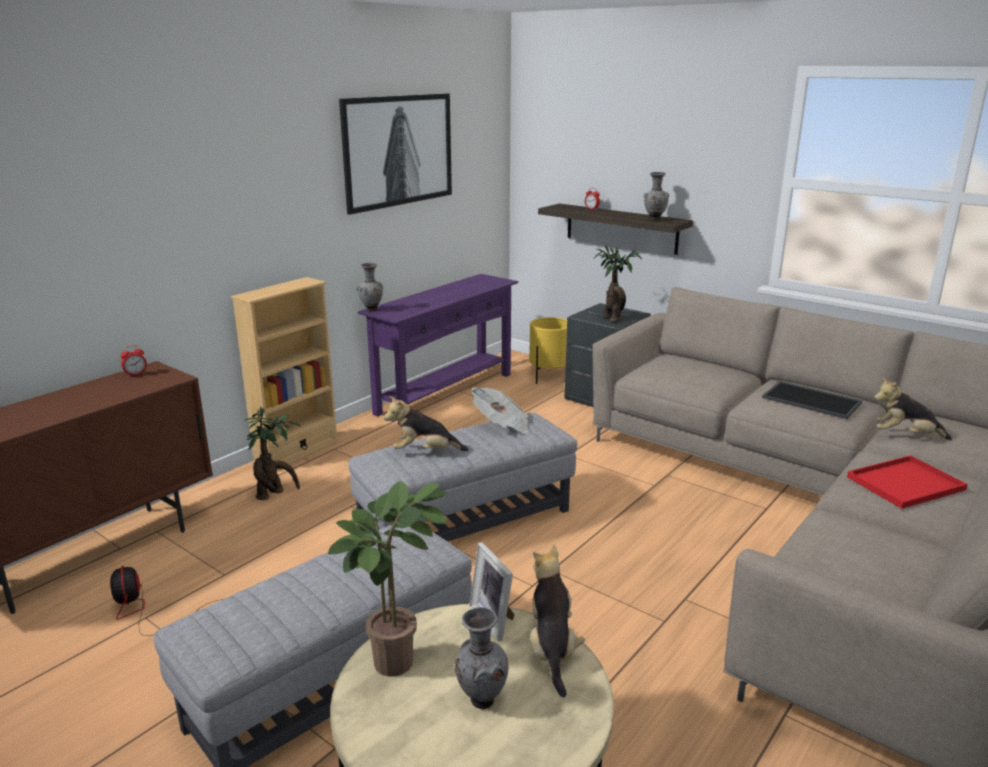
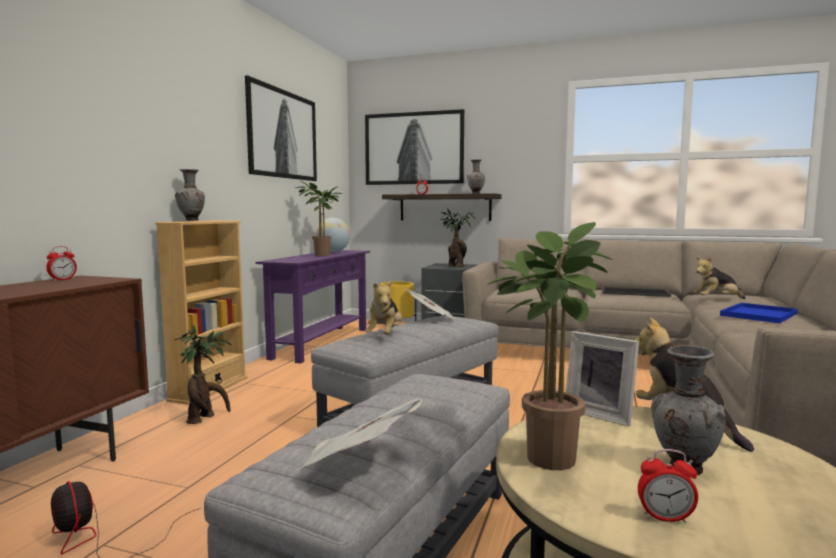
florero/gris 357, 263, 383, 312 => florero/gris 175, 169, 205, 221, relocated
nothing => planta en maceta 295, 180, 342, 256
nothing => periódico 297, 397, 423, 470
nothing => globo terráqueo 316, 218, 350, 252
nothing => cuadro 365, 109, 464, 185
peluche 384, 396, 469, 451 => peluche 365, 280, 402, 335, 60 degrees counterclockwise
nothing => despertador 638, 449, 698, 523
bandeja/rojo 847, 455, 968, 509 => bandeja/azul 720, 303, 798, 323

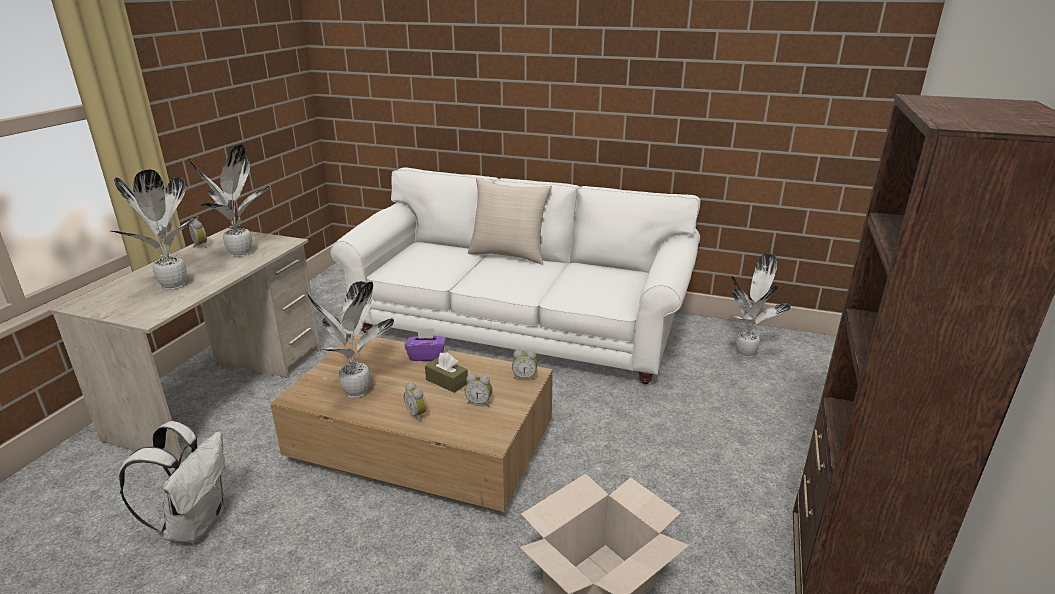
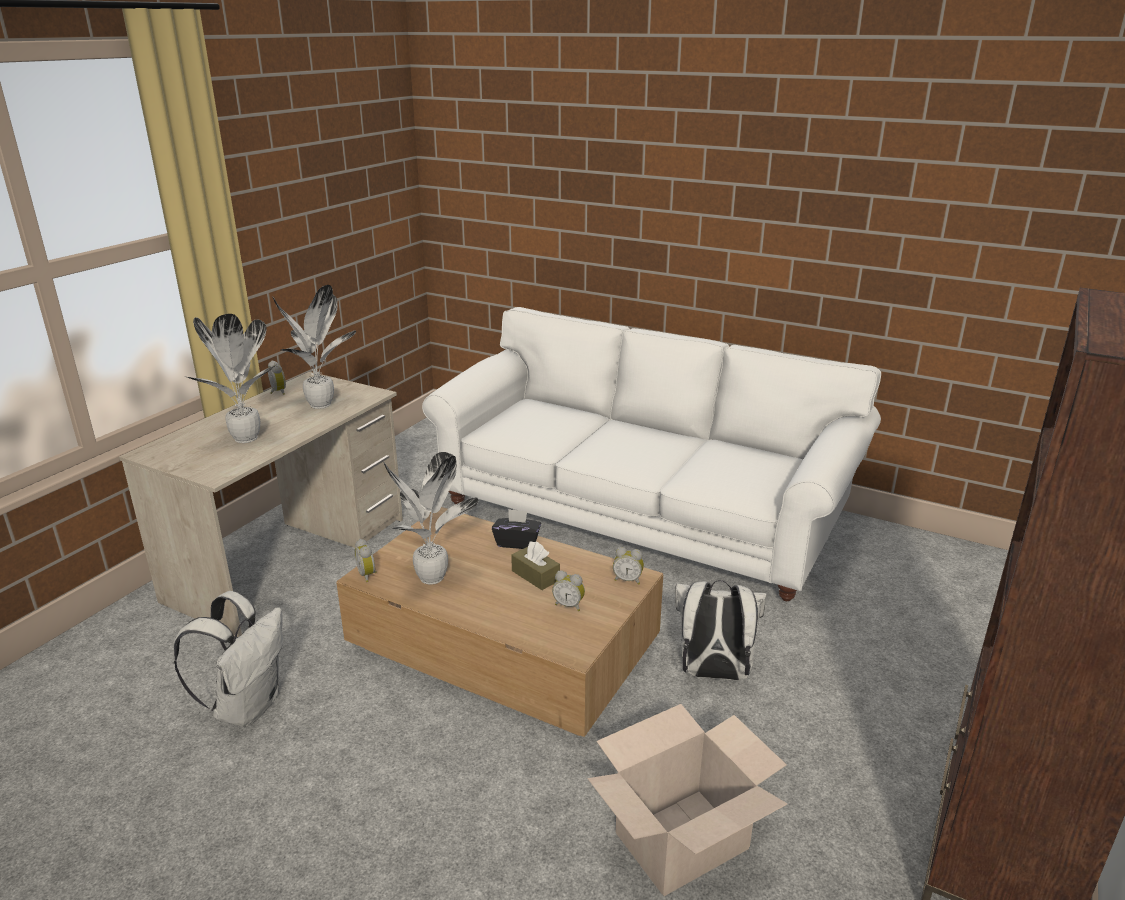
despertador 404, 382, 427, 422 => despertador 354, 539, 377, 582, relocated
caja de pañuelos/morado 405, 328, 446, 361 => caja de pañuelos/negro 492, 509, 541, 549
nothing => mochila/blanco 675, 580, 767, 680
cojín/beis 468, 177, 552, 265 => nothing
planta en maceta 732, 253, 791, 358 => nothing

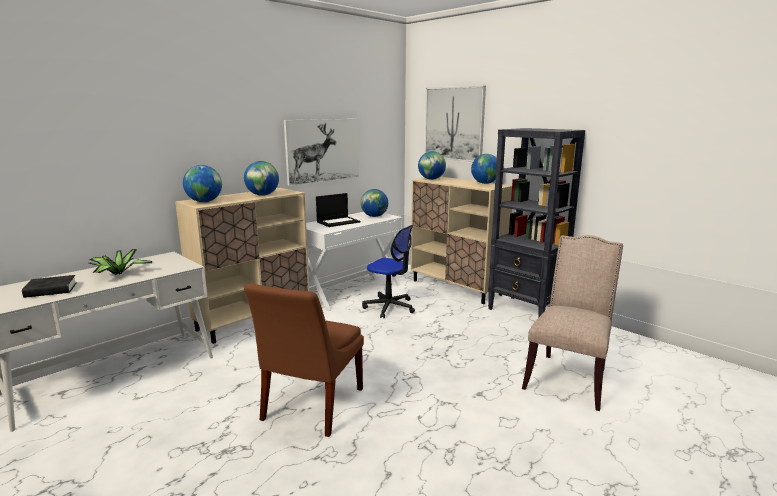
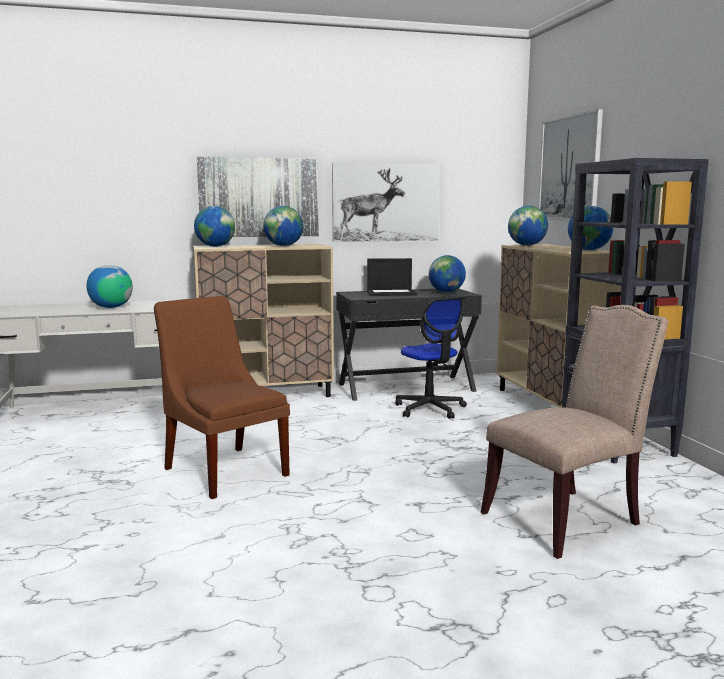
planta en maceta 88, 249, 152, 275 => globo terráqueo 86, 265, 133, 308
silla/marrón 244, 283, 364, 437 => silla/marrón 154, 296, 290, 499, 90 degrees clockwise
nothing => cuadro 197, 157, 319, 237
escritorio/blanco 306, 212, 403, 311 => escritorio/negro 336, 289, 482, 401
libro/negro 22, 275, 76, 298 => nothing

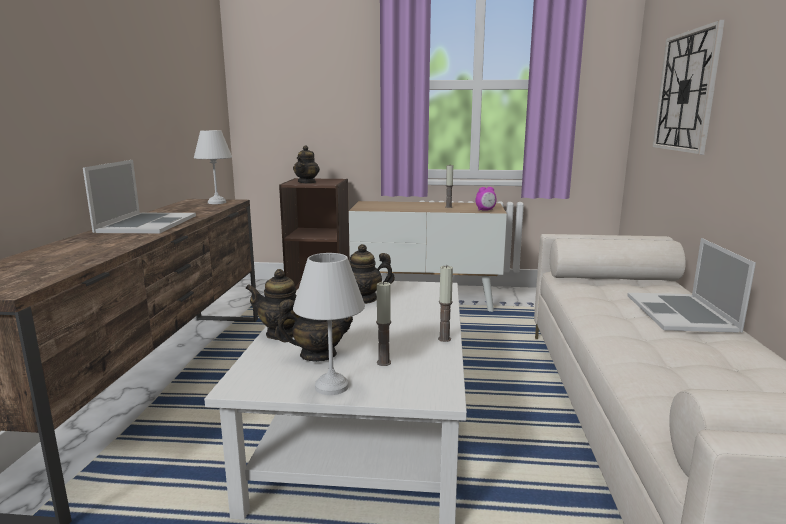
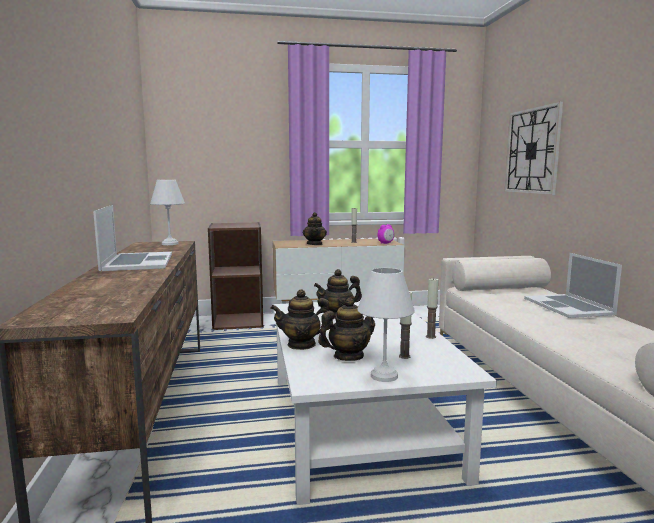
tetera 293, 145, 320, 183 => tetera 303, 212, 327, 245, relocated

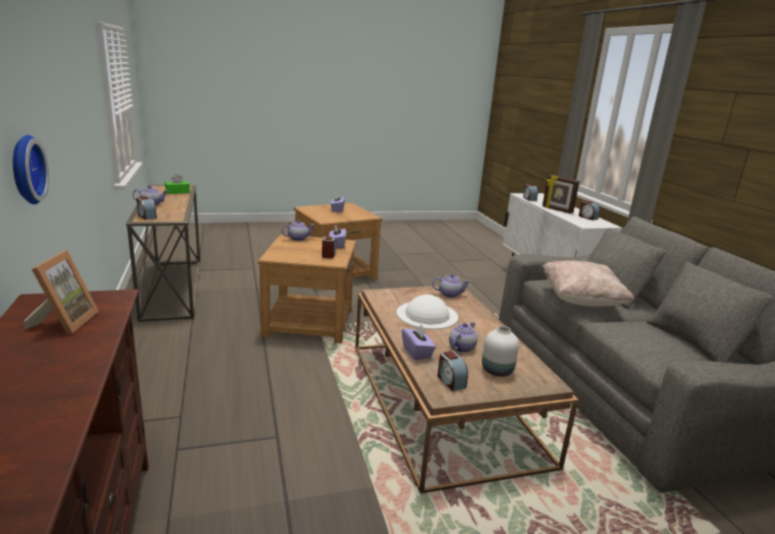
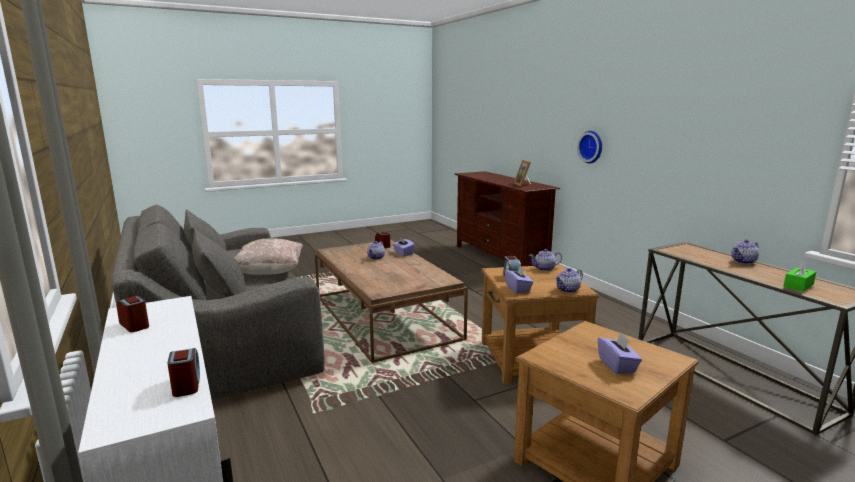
tetera 432, 274, 471, 298 => tetera 529, 249, 562, 271, relocated
despertador 136, 196, 157, 220 => nothing
sombrero/blanco 396, 294, 458, 329 => nothing
florero/blanco 482, 326, 519, 377 => nothing
portarretratos 542, 175, 579, 214 => nothing

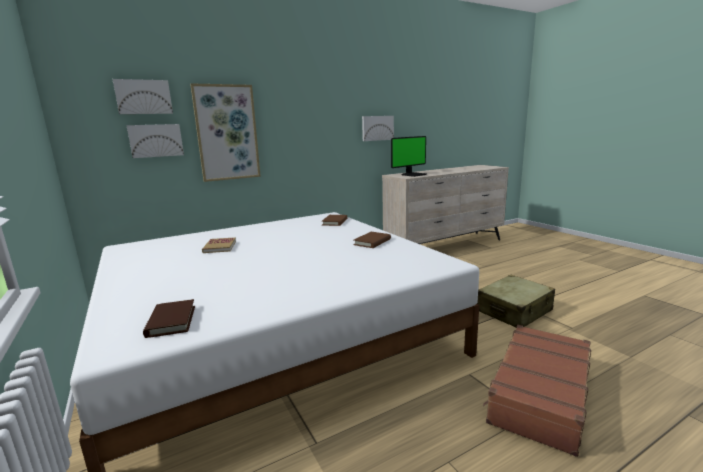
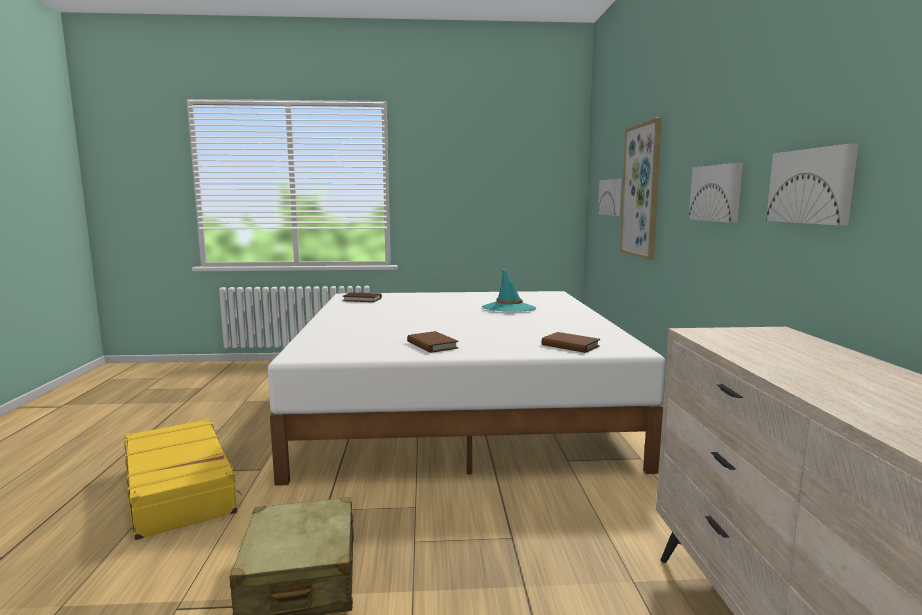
maleta/marrón 483, 325, 591, 457 => maleta/amarillo 124, 419, 242, 540
libro 202, 237, 236, 253 => sombrero/turquesa 482, 268, 536, 312
cuadro 113, 79, 173, 114 => cuadro 689, 163, 743, 223, relocated
monitor 391, 136, 426, 177 => nothing

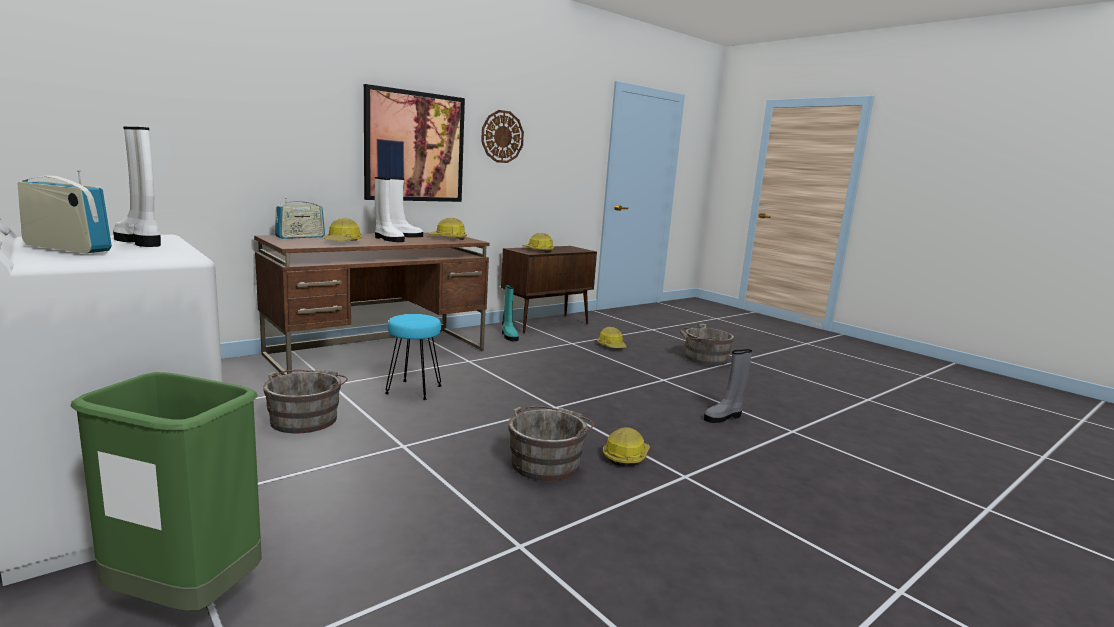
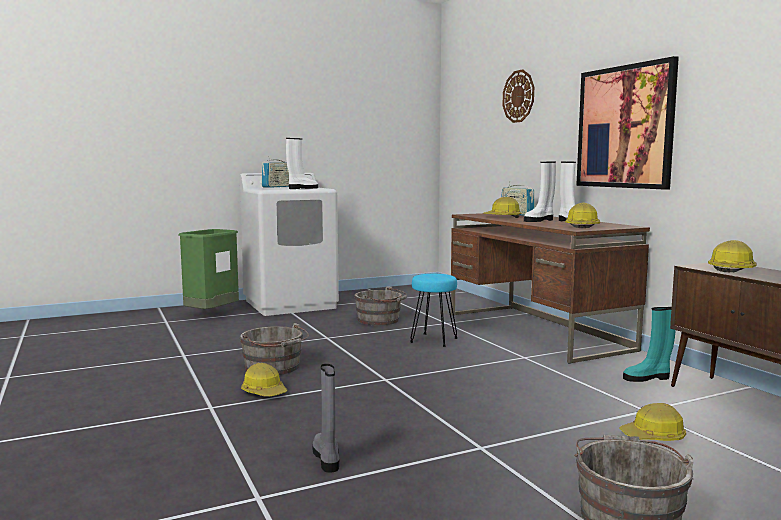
reloj de pared 481, 110, 524, 163 => reloj de pared 502, 69, 534, 123, relocated

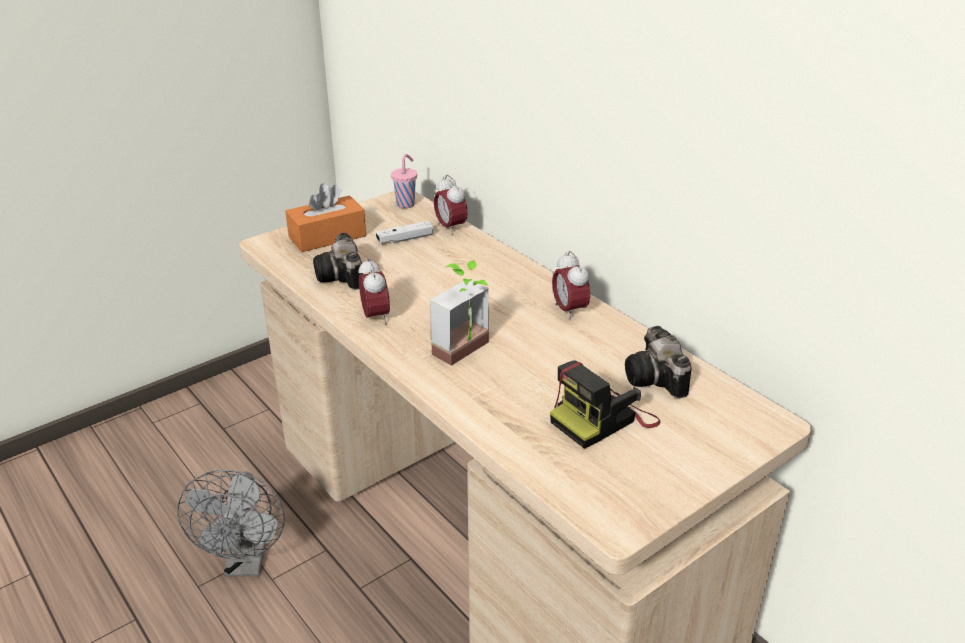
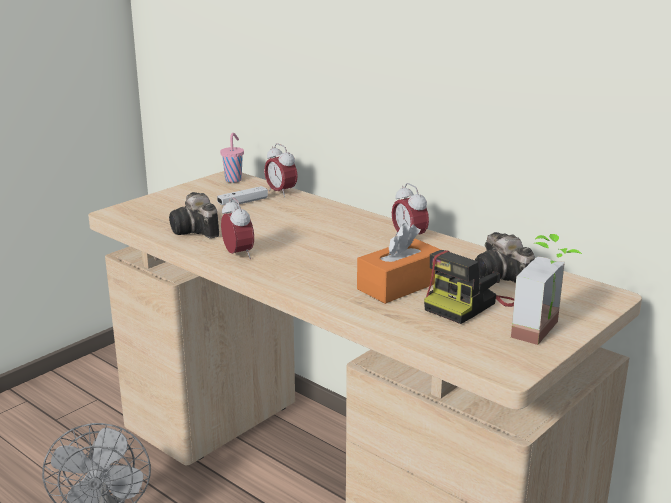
caja de pañuelos/naranja 285, 183, 366, 252 => caja de pañuelos/naranja 357, 223, 441, 304, relocated
planta en maceta 430, 261, 489, 366 => planta en maceta 511, 234, 582, 345, relocated

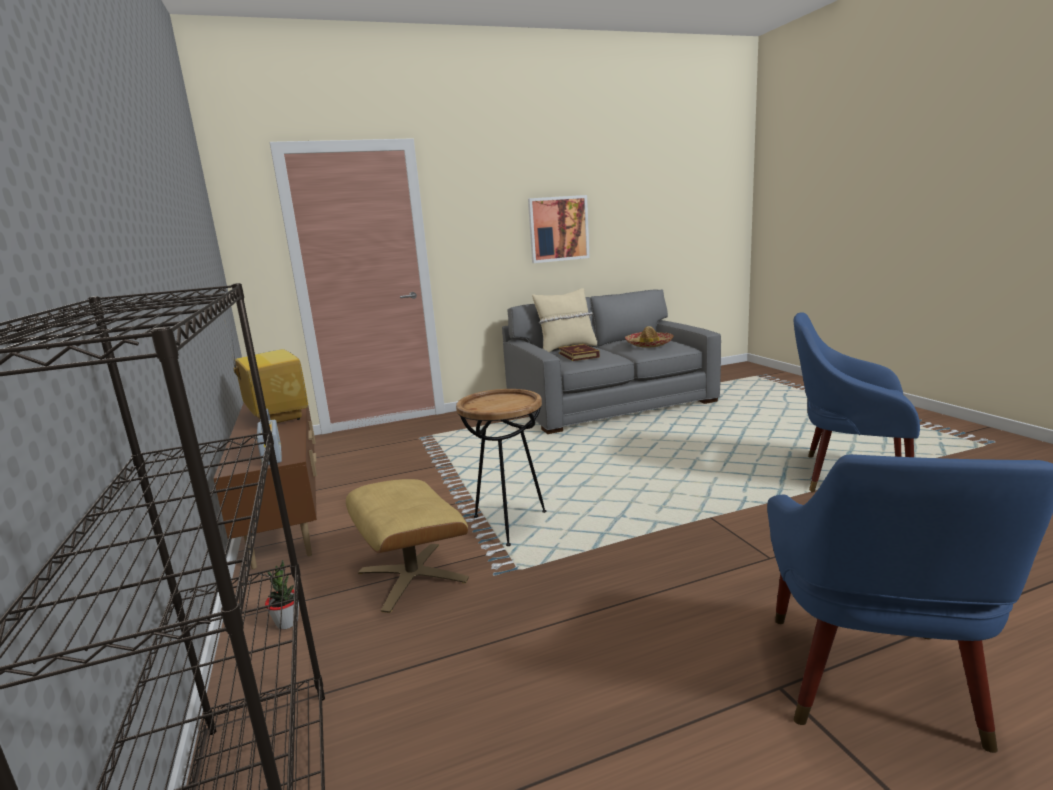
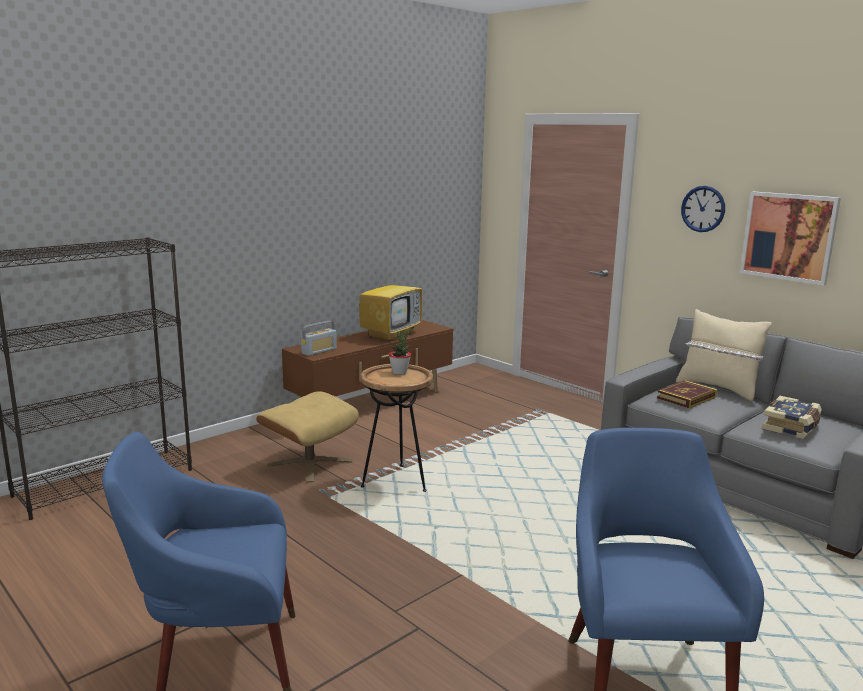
planta en maceta 265, 560, 299, 629 => planta en maceta 389, 330, 411, 375, relocated
nothing => reloj de pared 681, 186, 725, 232
sombrero 625, 326, 674, 348 => libro 762, 396, 822, 439

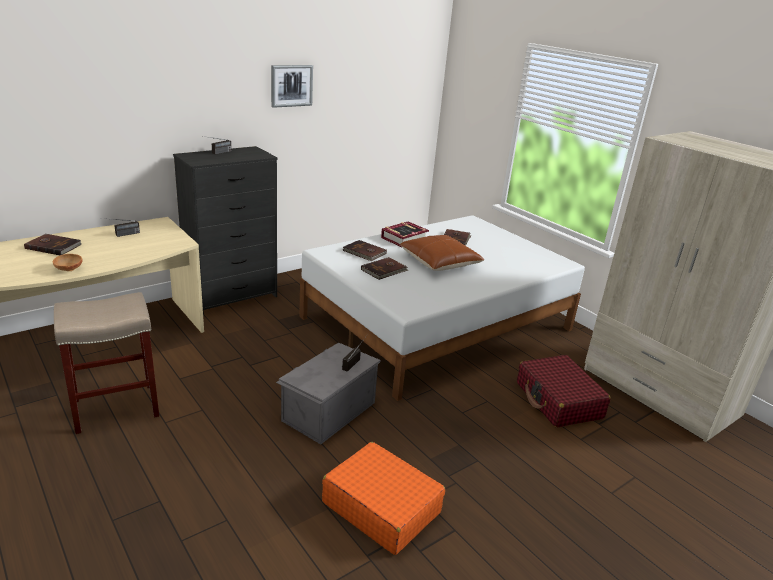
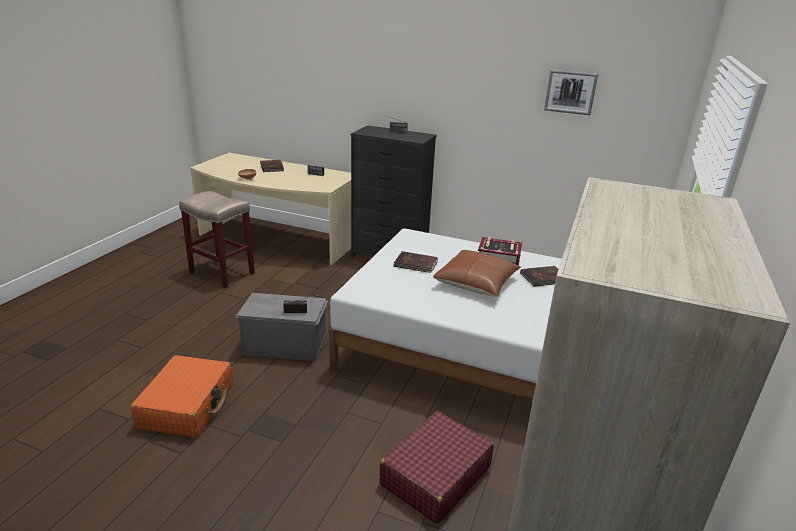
cuadro 271, 65, 313, 108 => cuadro 544, 70, 598, 115, relocated
libro/marrón 342, 240, 387, 261 => nothing

